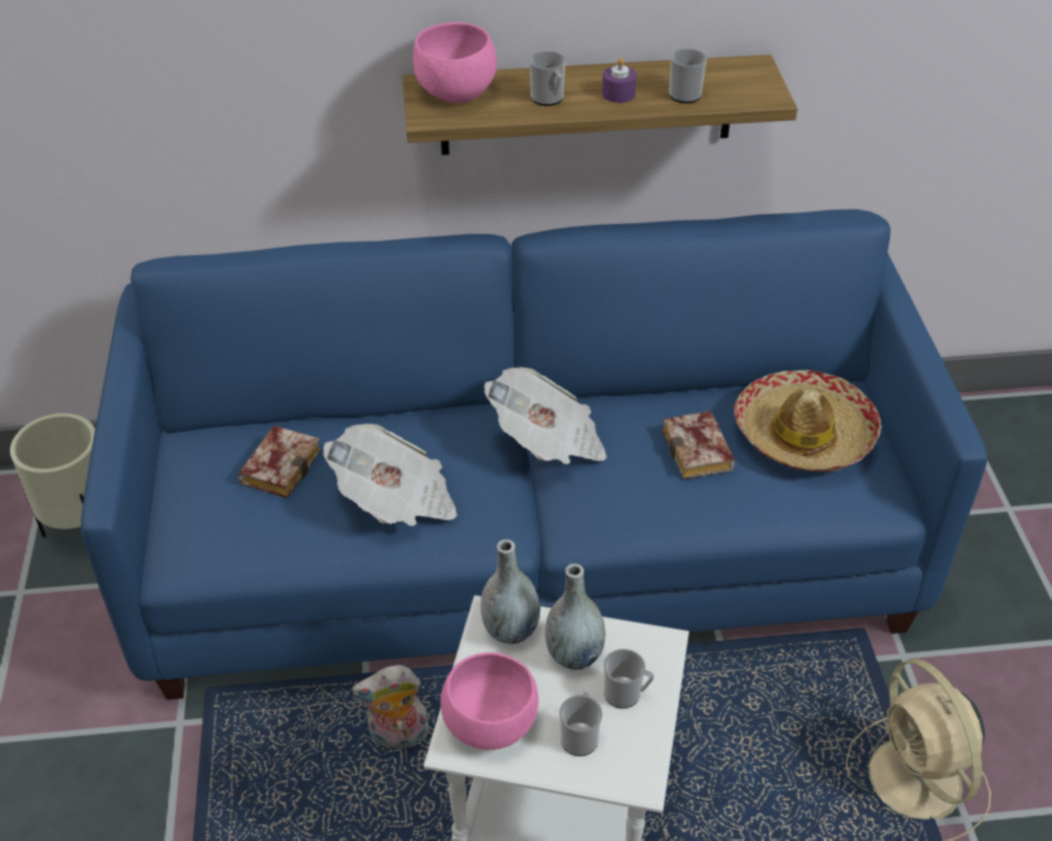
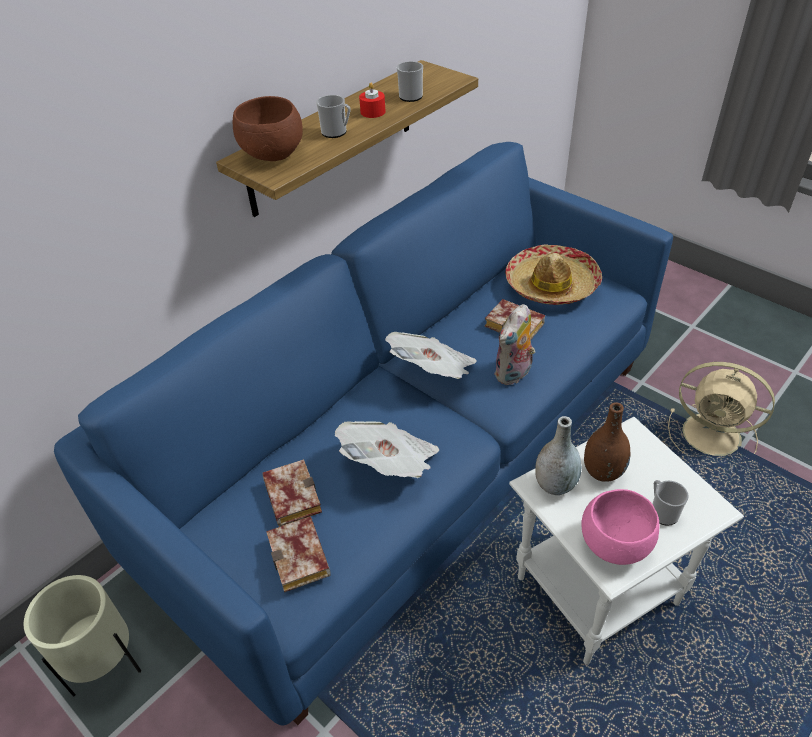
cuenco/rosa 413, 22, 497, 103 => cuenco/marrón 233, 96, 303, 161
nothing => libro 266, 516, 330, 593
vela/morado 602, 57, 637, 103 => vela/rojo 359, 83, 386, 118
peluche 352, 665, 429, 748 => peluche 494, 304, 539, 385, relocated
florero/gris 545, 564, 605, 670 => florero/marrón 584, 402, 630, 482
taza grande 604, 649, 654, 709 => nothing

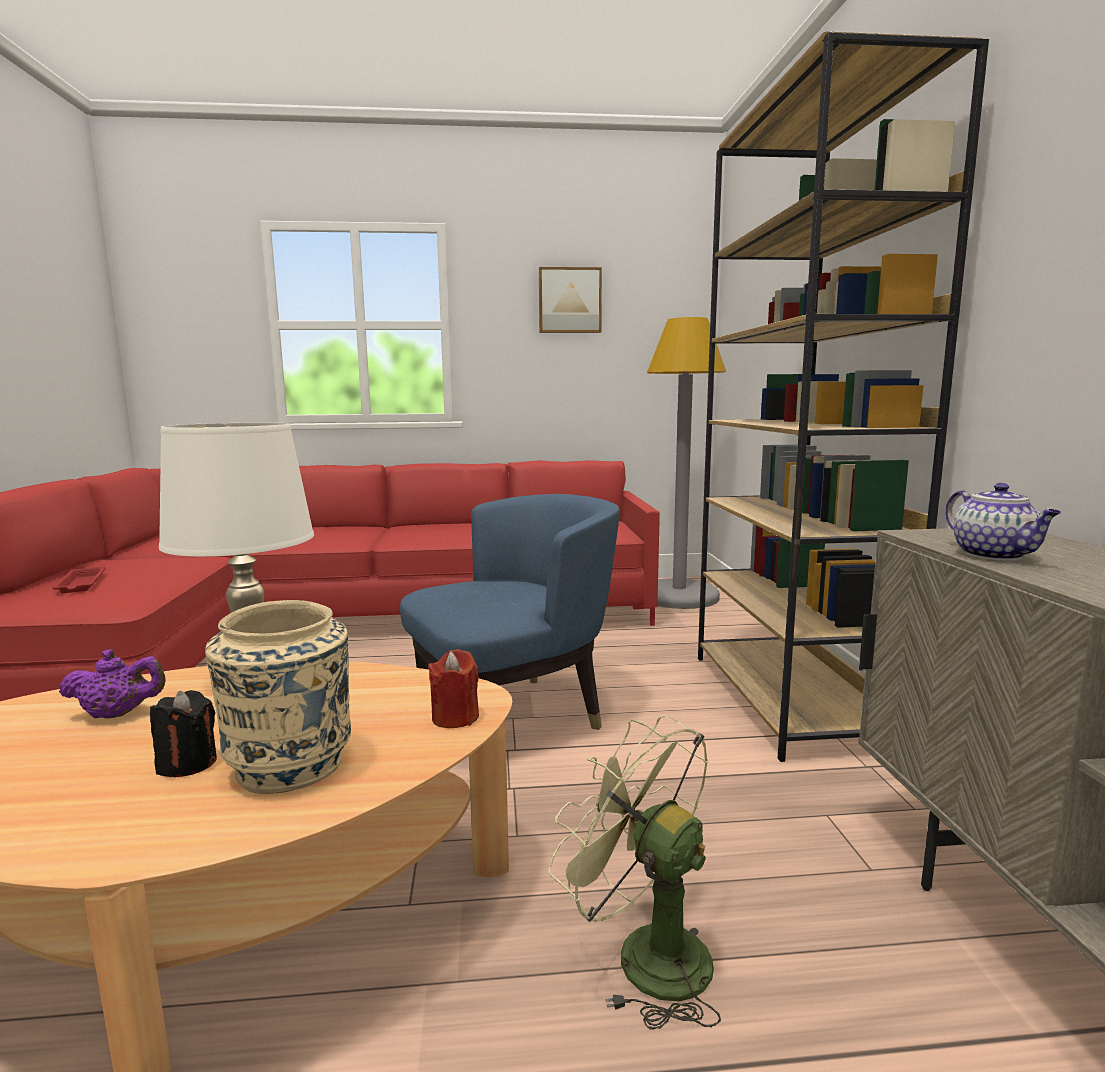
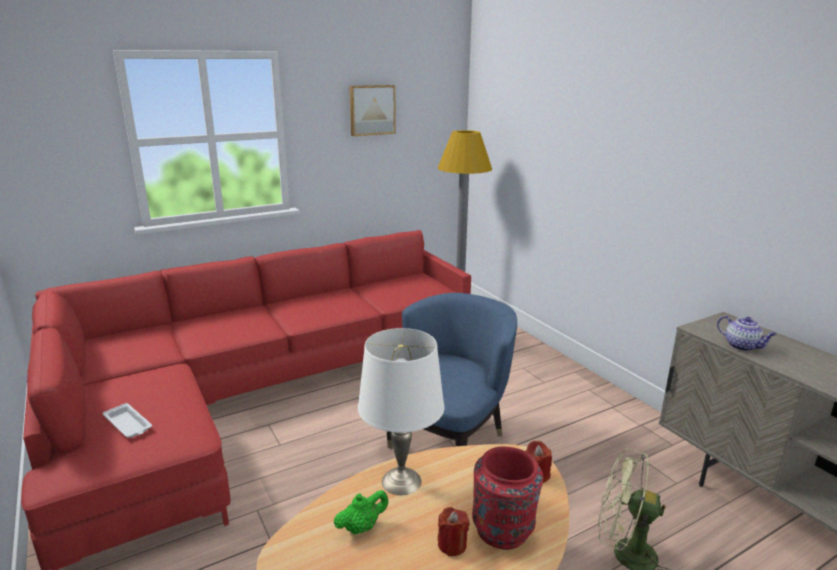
bandeja/rojo 52, 567, 106, 593 => bandeja/blanco 103, 403, 152, 438
tetera/morado 59, 649, 166, 719 => tetera/verde 334, 490, 389, 535
vela/negro 150, 690, 217, 777 => vela/rojo 438, 507, 470, 556
florero/beis 205, 600, 351, 794 => florero/rojo 472, 447, 543, 550
estantería/marrón 698, 31, 989, 762 => nothing

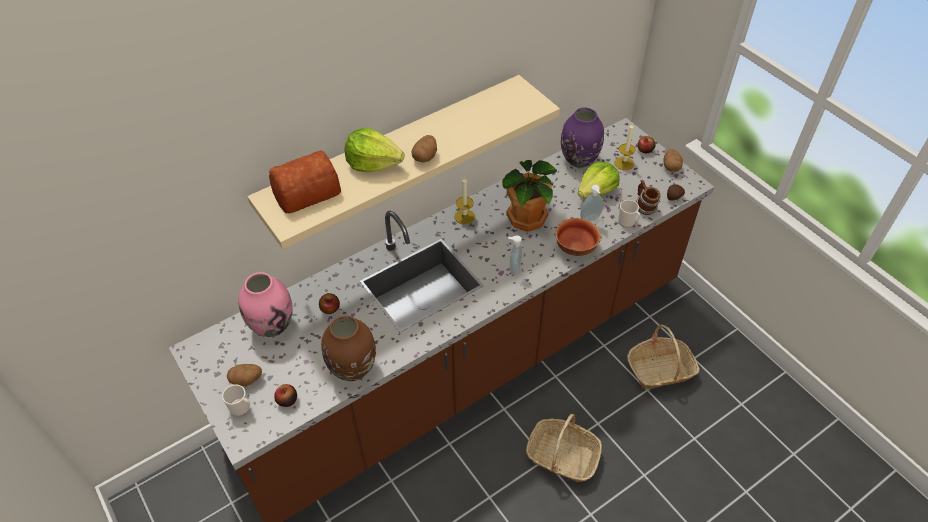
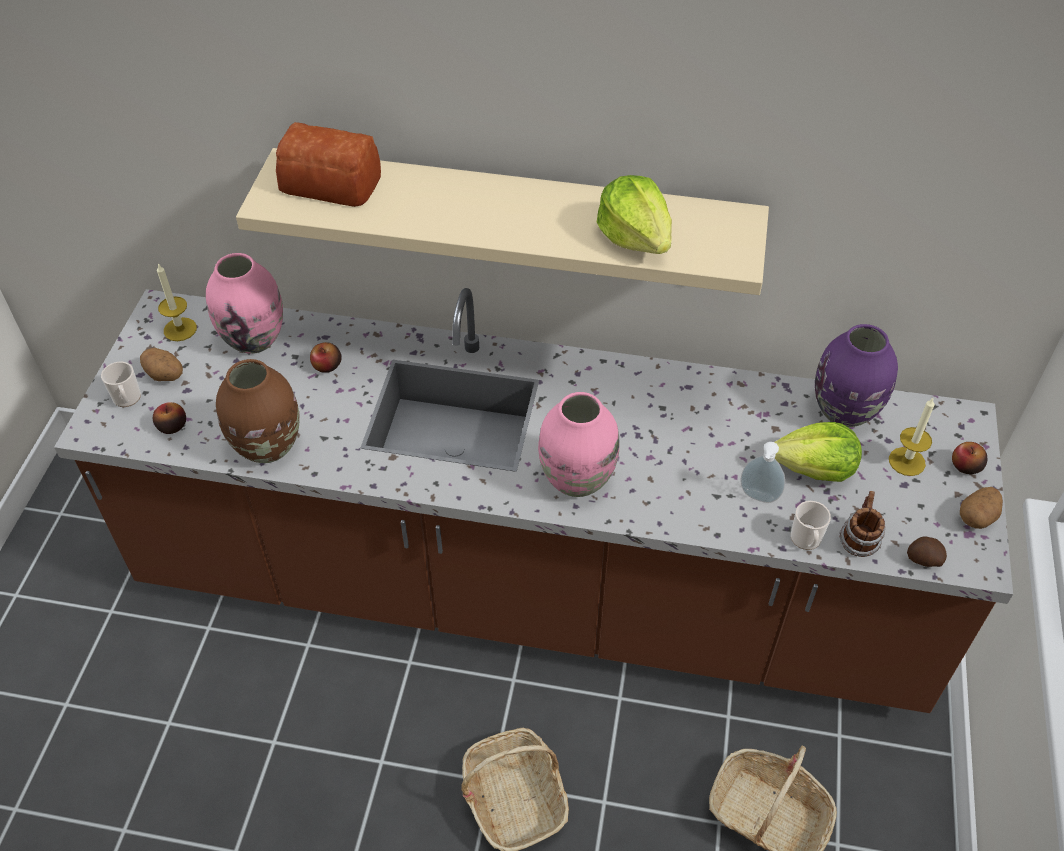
vela 455, 177, 475, 225 => vela 157, 263, 197, 341, relocated
dispensador de jabón 508, 235, 522, 275 => florero/rosa 538, 392, 620, 497
lechuga 344, 127, 405, 172 => lechuga 597, 175, 672, 254, relocated
patata 412, 135, 437, 162 => nothing
planta en maceta 502, 160, 557, 232 => nothing
cuenco 555, 218, 601, 256 => nothing

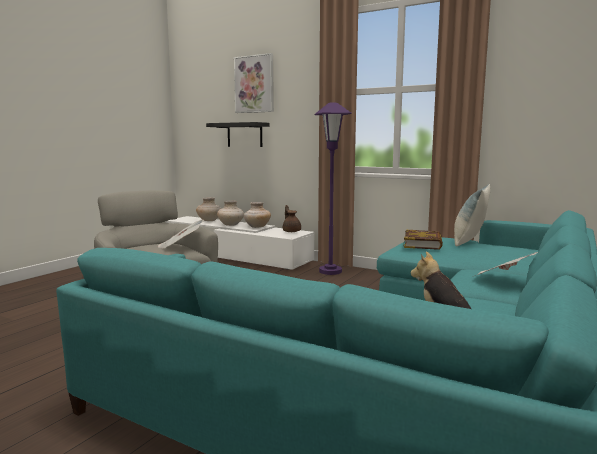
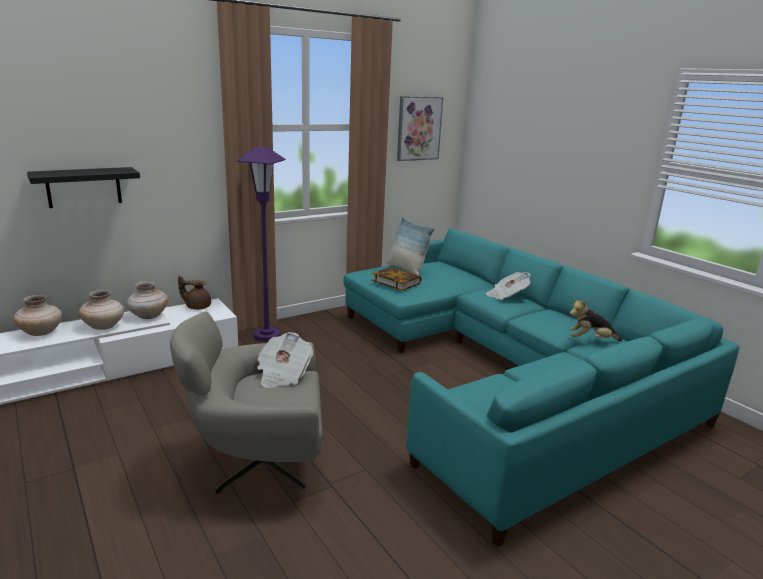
cuadro 234, 53, 274, 113 => cuadro 397, 96, 443, 161, relocated

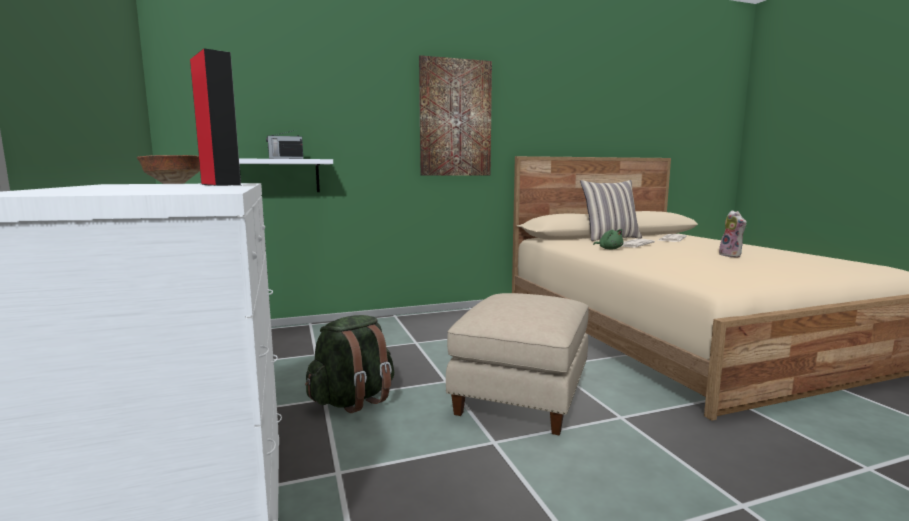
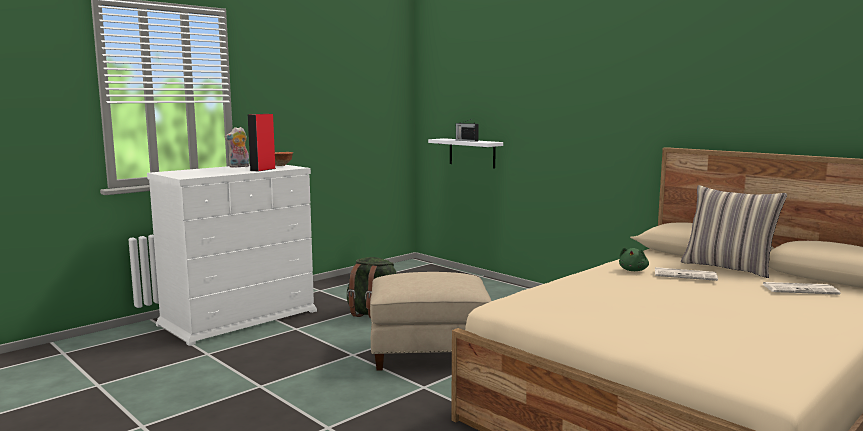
peluche 718, 210, 747, 257 => peluche 225, 127, 249, 168, relocated
cuadro 419, 55, 492, 176 => nothing

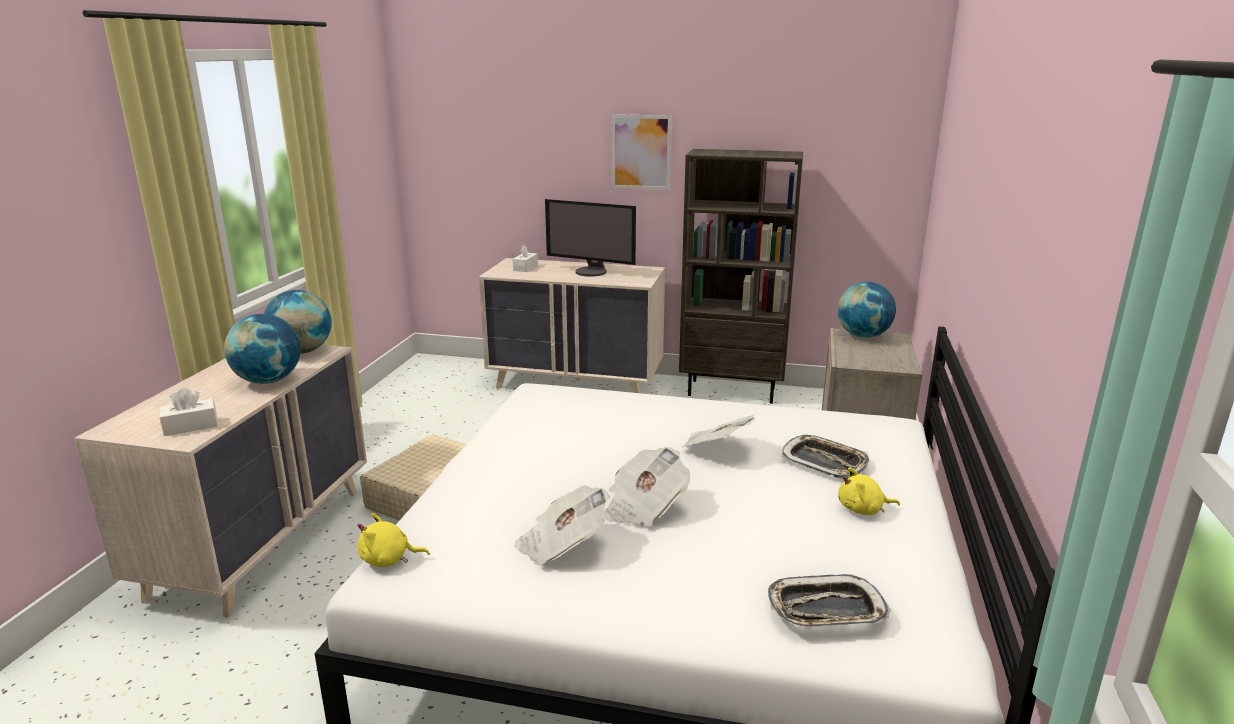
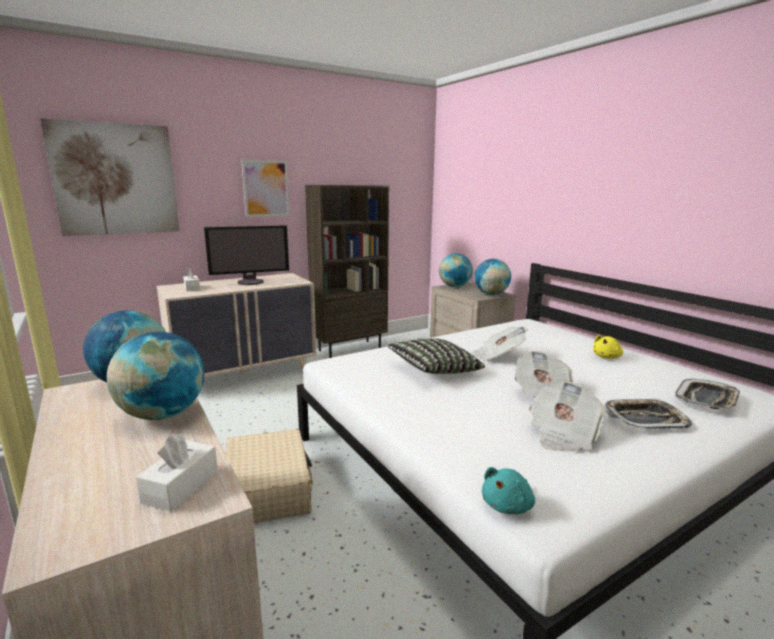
nothing => cuadro 40, 118, 180, 236
nothing => cojín 387, 338, 485, 374
nothing => globo terráqueo 474, 259, 511, 295
peluche/amarillo 357, 513, 430, 567 => peluche/turquesa 482, 467, 535, 514
bandeja 782, 435, 870, 479 => bandeja 604, 399, 692, 429, relocated

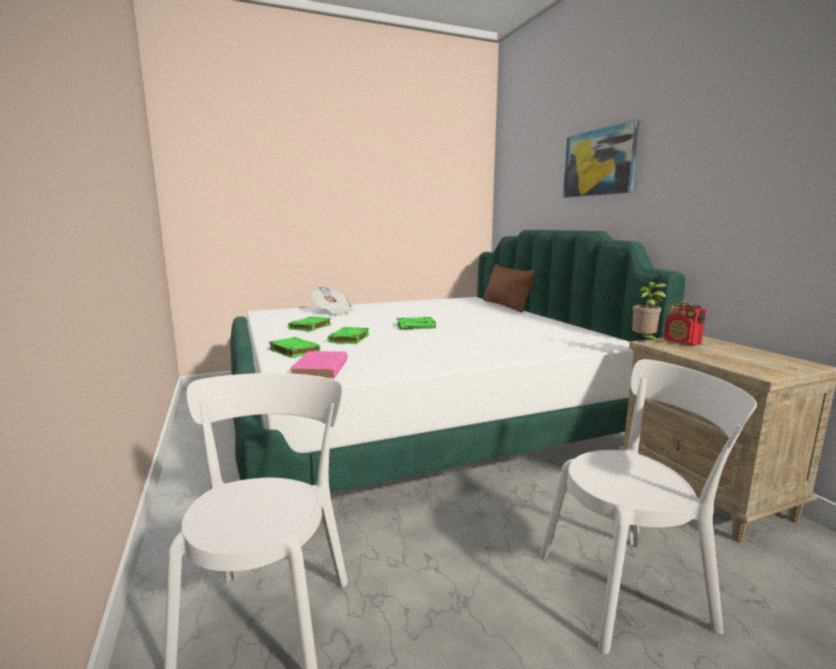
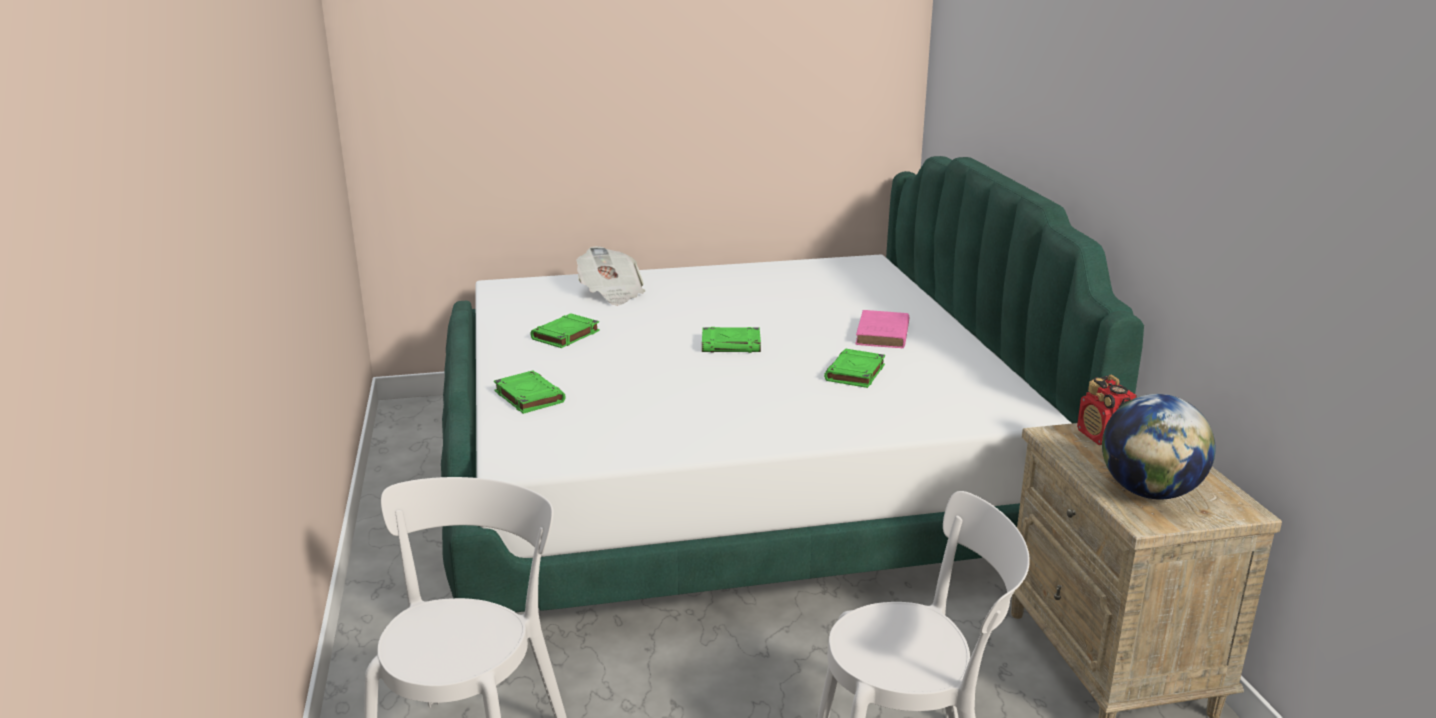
libro/verde 327, 327, 370, 344 => libro/verde 824, 349, 885, 388, relocated
libro/rosa 290, 351, 348, 379 => libro/rosa 855, 310, 909, 348, relocated
nothing => globo terráqueo 1102, 394, 1215, 499
cojín/marrón 483, 264, 535, 313 => nothing
cuadro 563, 120, 639, 198 => nothing
planta en maceta 632, 282, 667, 342 => nothing

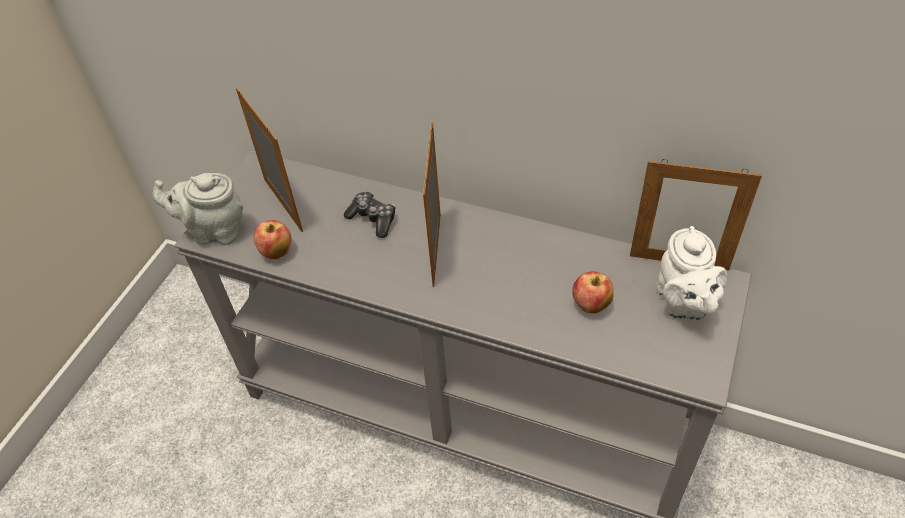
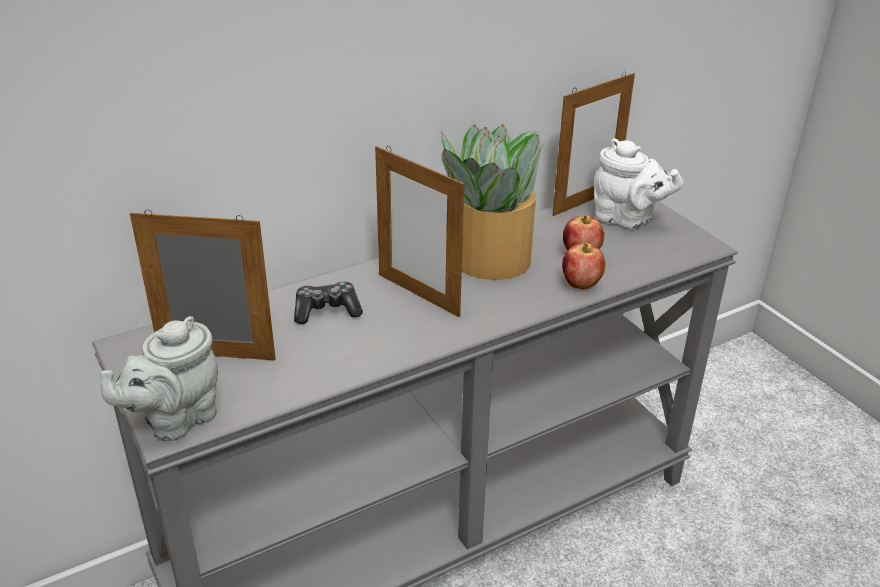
nothing => planta en maceta 441, 124, 544, 280
manzana 253, 220, 291, 259 => manzana 562, 243, 605, 289, relocated

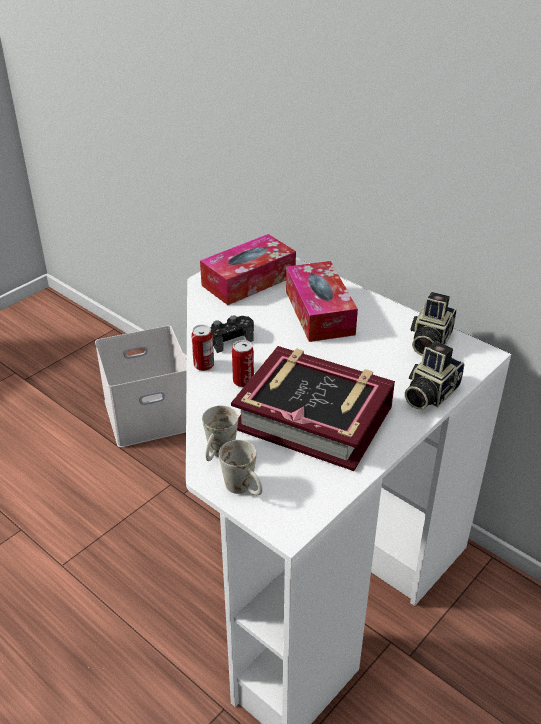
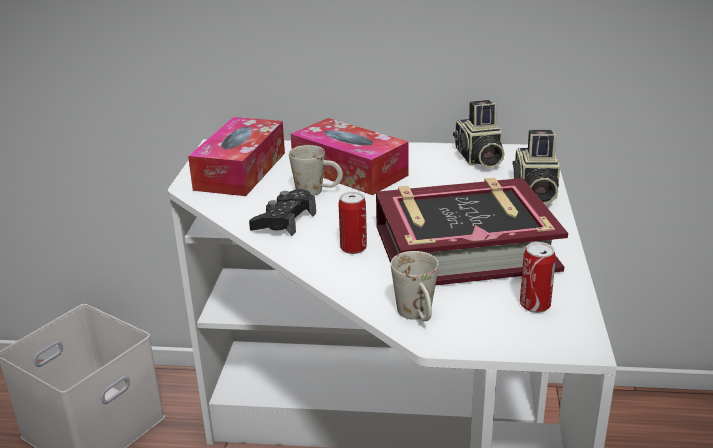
taza grande/blanco 219, 440, 262, 495 => taza grande/blanco 289, 145, 343, 196, relocated
lata 191, 325, 214, 371 => lata 520, 242, 556, 313, relocated

